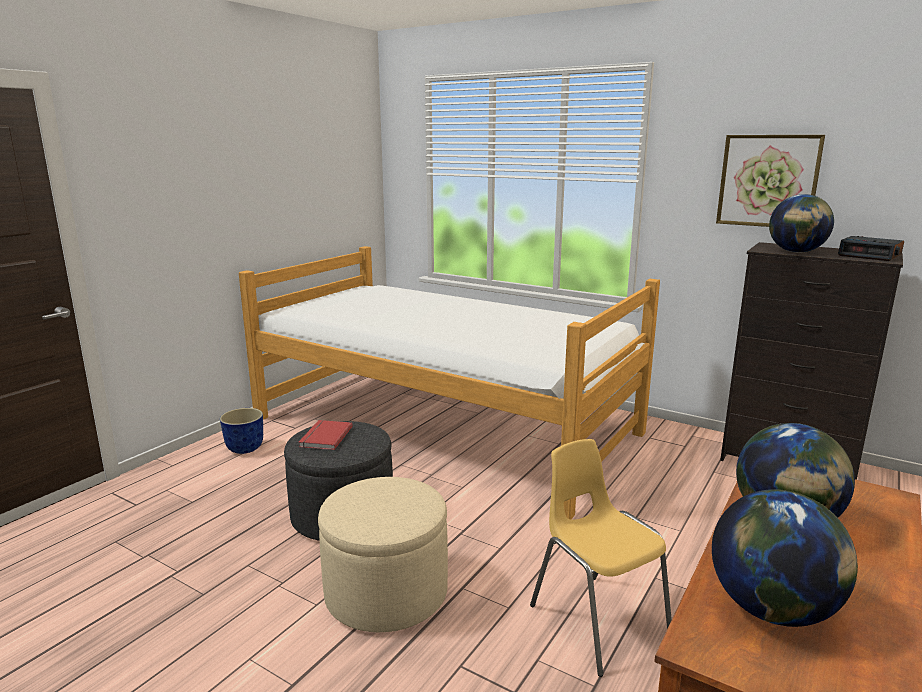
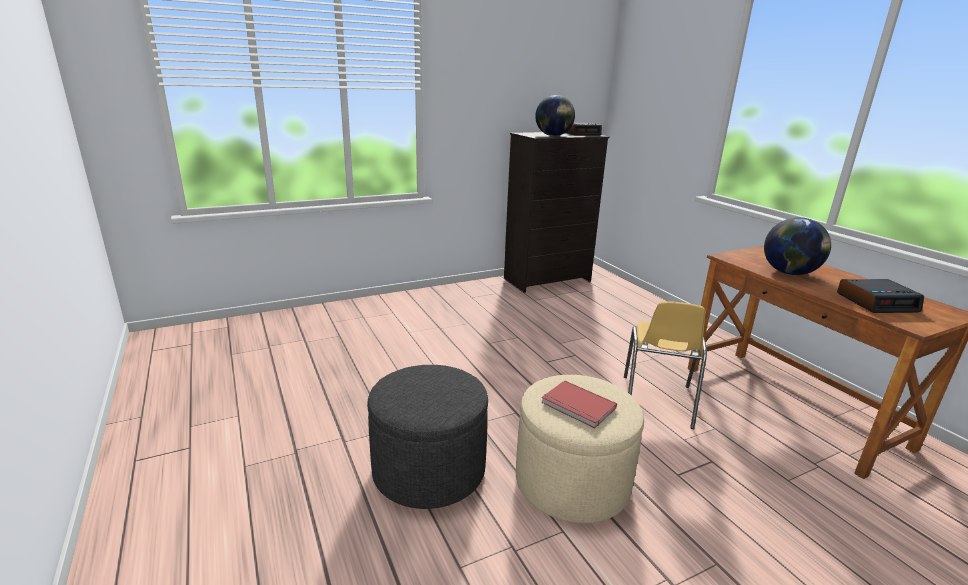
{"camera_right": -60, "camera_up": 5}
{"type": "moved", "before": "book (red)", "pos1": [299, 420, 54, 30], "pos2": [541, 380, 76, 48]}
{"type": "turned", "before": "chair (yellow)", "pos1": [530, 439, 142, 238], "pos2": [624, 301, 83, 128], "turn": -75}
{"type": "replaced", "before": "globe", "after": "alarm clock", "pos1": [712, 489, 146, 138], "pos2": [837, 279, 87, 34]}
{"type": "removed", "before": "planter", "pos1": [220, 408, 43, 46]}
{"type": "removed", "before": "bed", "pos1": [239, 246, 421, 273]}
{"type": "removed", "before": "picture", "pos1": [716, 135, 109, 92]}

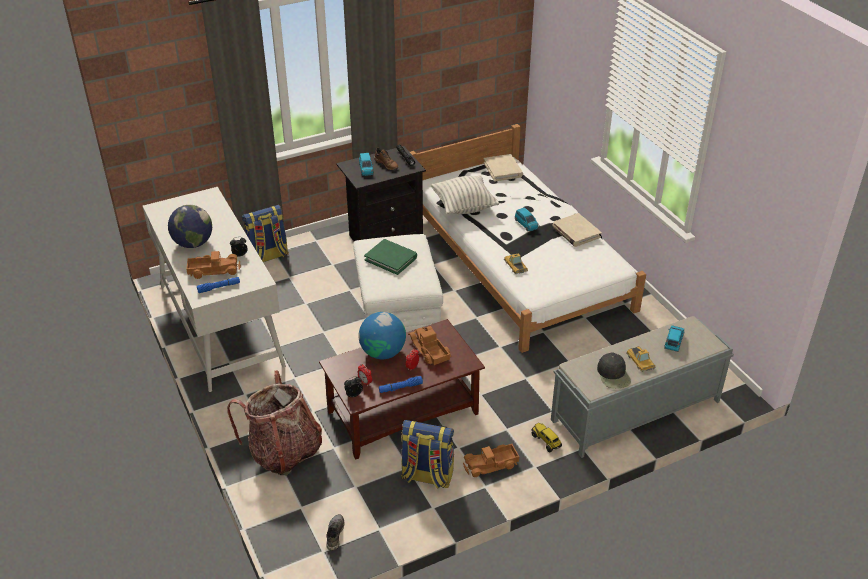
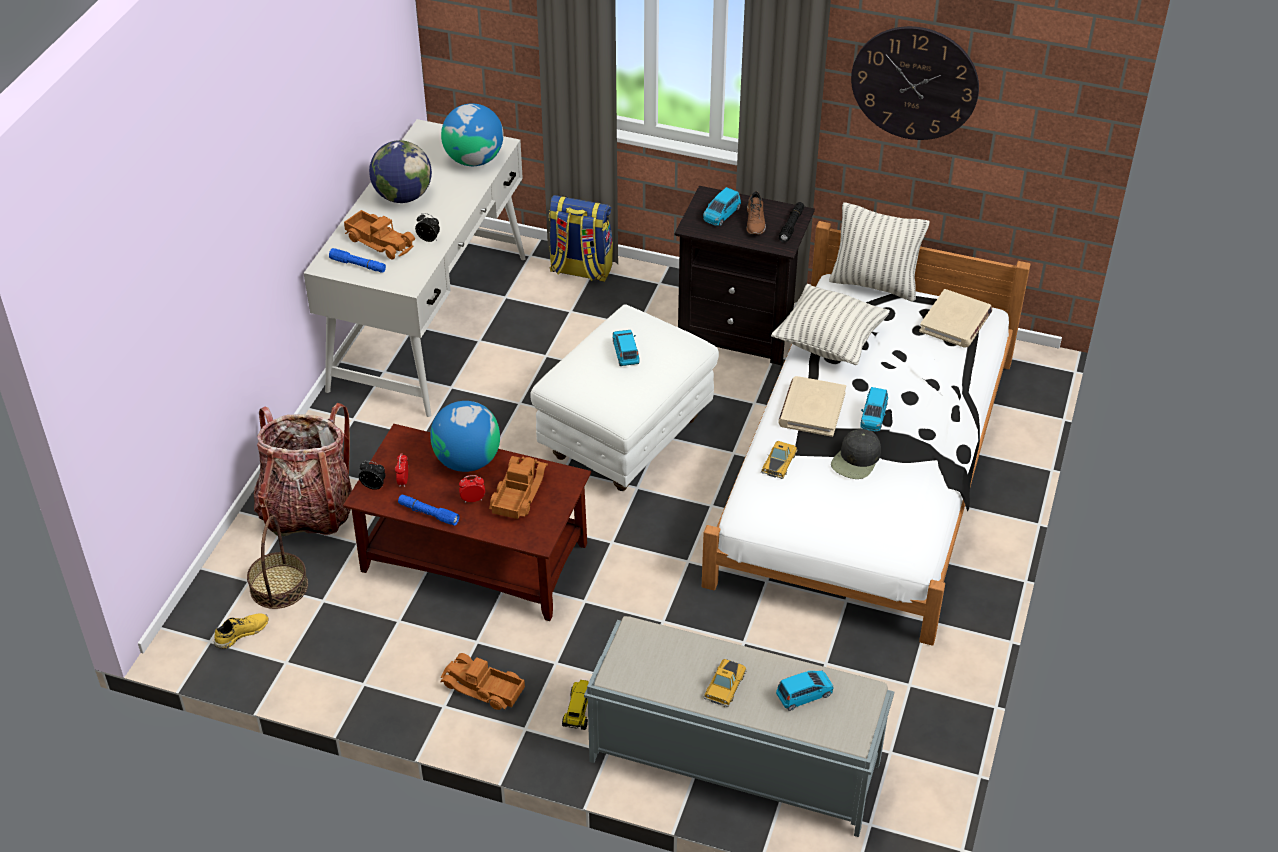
{"camera_right": 45, "camera_up": 5}
{"type": "recoloured", "before": "shoe (grey)", "after": "shoe (yellow)", "pos1": [326, 514, 18, 36], "pos2": [214, 613, 55, 36]}
{"type": "added", "after": "basket", "pos2": [247, 515, 61, 94]}
{"type": "added", "after": "globe", "pos2": [441, 103, 63, 63]}
{"type": "replaced", "before": "book (green)", "after": "toy car (blue)", "pos1": [364, 239, 53, 36], "pos2": [613, 330, 26, 36]}
{"type": "moved", "before": "book (beige)", "pos1": [552, 213, 50, 34], "pos2": [778, 376, 68, 61]}
{"type": "added", "after": "pillow", "pos2": [829, 202, 101, 100]}
{"type": "moved", "before": "cap (black)", "pos1": [597, 353, 34, 36], "pos2": [831, 428, 50, 51]}
{"type": "added", "after": "wall clock", "pos2": [851, 26, 128, 114]}
{"type": "removed", "before": "backpack", "pos1": [401, 420, 53, 69]}

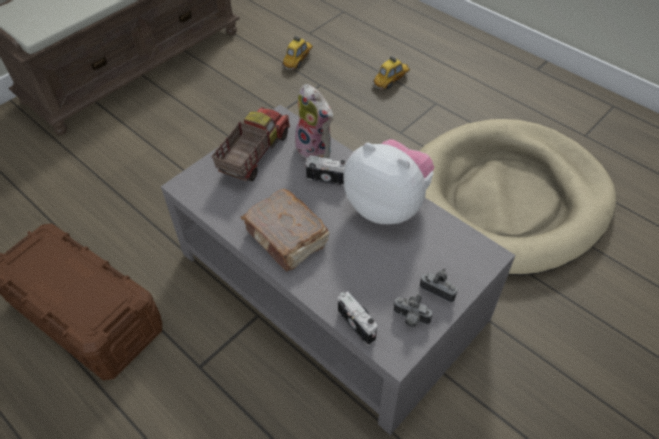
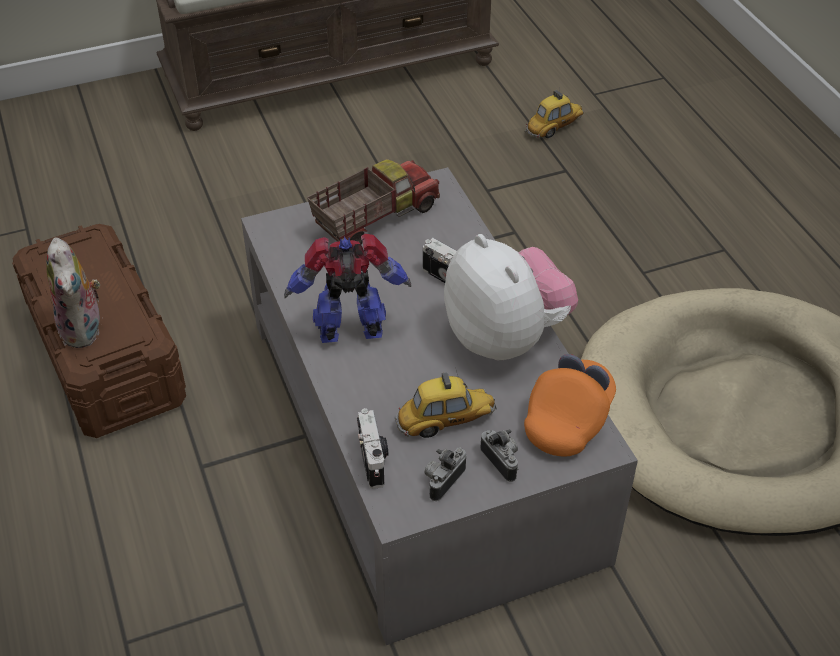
{"camera_right": 25, "camera_up": -5}
{"type": "moved", "before": "plush toy", "pos1": [294, 84, 39, 76], "pos2": [46, 237, 54, 111]}
{"type": "replaced", "before": "book (brown)", "after": "toy robot", "pos1": [241, 189, 88, 83], "pos2": [284, 234, 127, 109]}
{"type": "moved", "before": "toy car", "pos1": [372, 56, 38, 33], "pos2": [395, 367, 101, 71]}
{"type": "turned", "before": "photo camera", "pos1": [394, 295, 38, 32], "pos2": [424, 448, 42, 53], "turn": 75}
{"type": "added", "after": "cap (orange)", "pos2": [524, 354, 92, 103]}

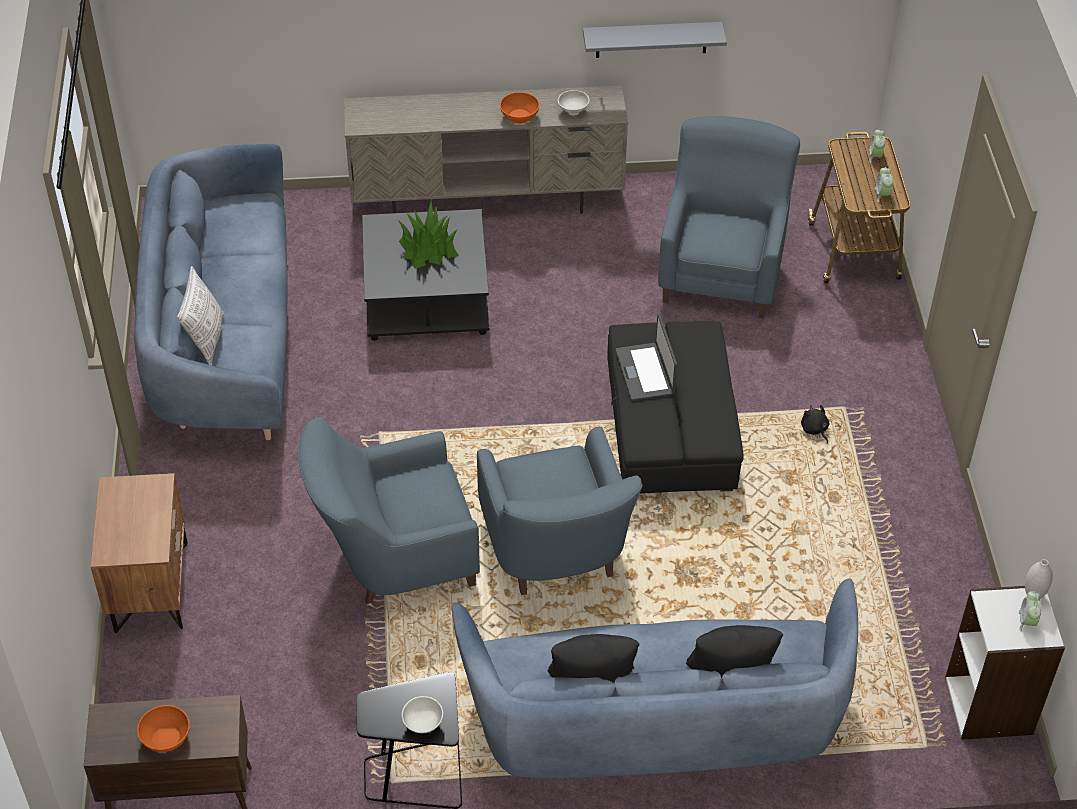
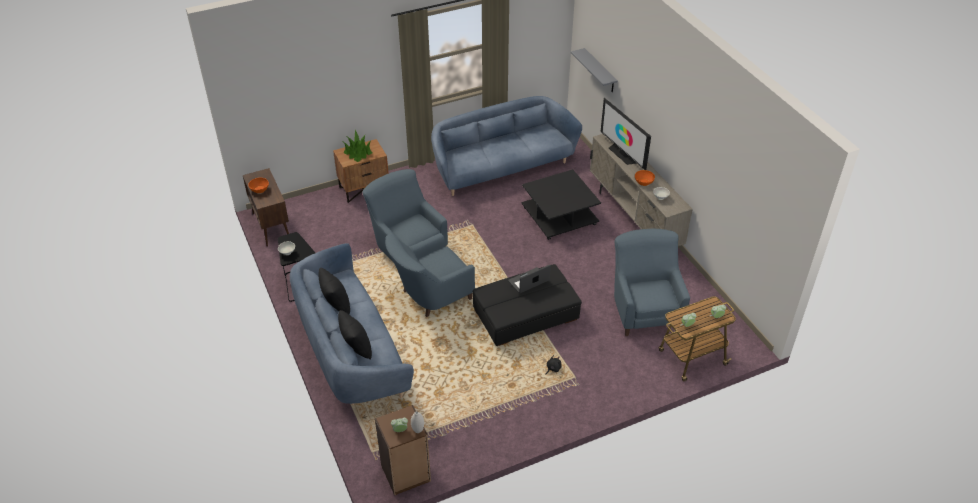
{"camera_right": 70, "camera_up": -5}
{"type": "moved", "before": "potted plant", "pos1": [398, 201, 60, 68], "pos2": [343, 130, 29, 32]}
{"type": "recoloured", "before": "bookcase (white)", "after": "bookcase (brown)", "pos1": [945, 586, 120, 154], "pos2": [375, 405, 56, 91]}
{"type": "moved", "before": "shelf (grey)", "pos1": [583, 22, 144, 36], "pos2": [571, 48, 47, 45]}
{"type": "added", "after": "television", "pos2": [600, 98, 51, 72]}
{"type": "turned", "before": "armchair (blue)", "pos1": [658, 116, 142, 202], "pos2": [614, 229, 76, 107], "turn": -90}
{"type": "removed", "before": "pillow", "pos1": [177, 266, 47, 99]}

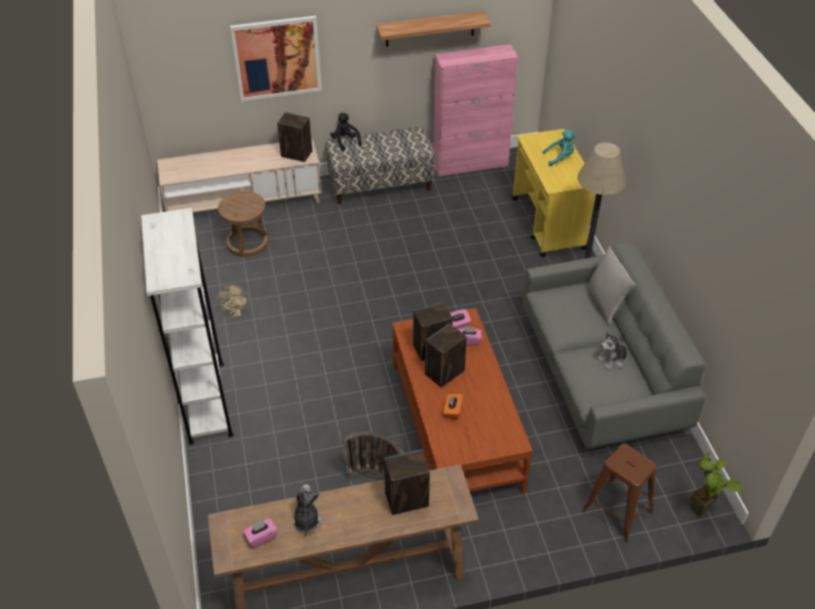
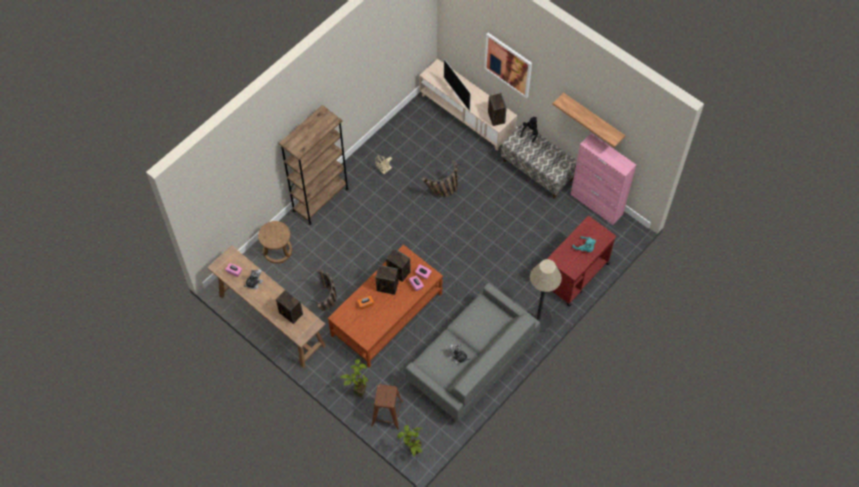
{"camera_right": 55, "camera_up": 15}
{"type": "moved", "before": "stool (brown)", "pos1": [218, 191, 50, 66], "pos2": [258, 221, 34, 43]}
{"type": "recoloured", "before": "bookcase (white)", "after": "bookcase (brown)", "pos1": [141, 208, 93, 237], "pos2": [279, 105, 70, 120]}
{"type": "added", "after": "potted plant", "pos2": [340, 359, 28, 38]}
{"type": "added", "after": "basket", "pos2": [422, 156, 36, 41]}
{"type": "added", "after": "television", "pos2": [444, 59, 27, 52]}
{"type": "recoloured", "before": "cart (yellow)", "after": "cart (red)", "pos1": [512, 129, 83, 128], "pos2": [547, 216, 69, 90]}
{"type": "removed", "before": "pillow (grey)", "pos1": [587, 246, 48, 80]}

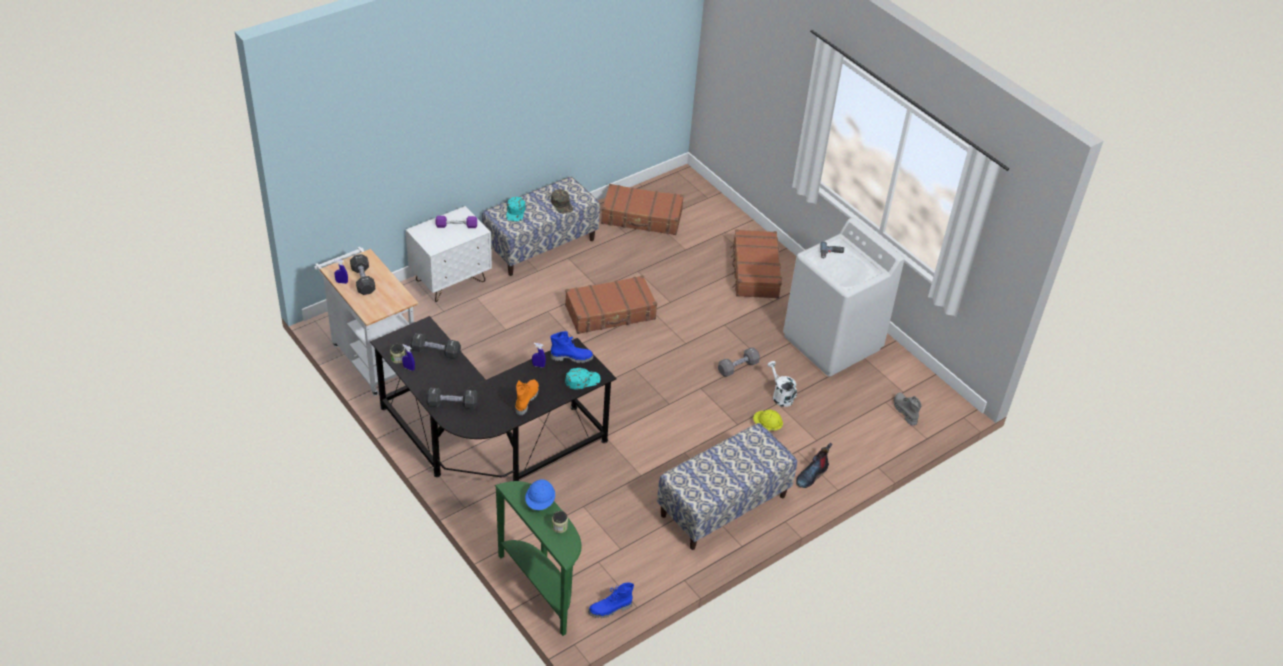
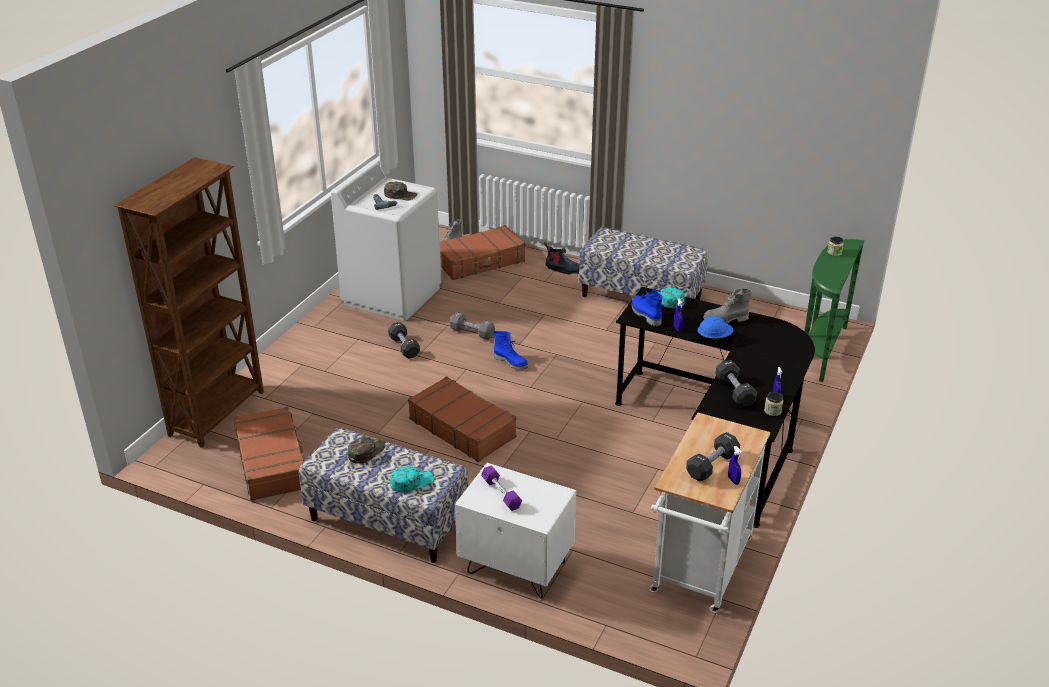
{"camera_right": -115, "camera_up": -10}
{"type": "added", "after": "bookcase (brown)", "pos2": [114, 157, 150, 291]}
{"type": "added", "after": "cap (green)", "pos2": [384, 182, 33, 18]}
{"type": "moved", "before": "dumbbell (black)", "pos1": [426, 388, 52, 21], "pos2": [388, 322, 32, 36]}
{"type": "moved", "before": "suitcase (brown)", "pos1": [730, 229, 52, 70], "pos2": [440, 225, 85, 55]}
{"type": "moved", "before": "boot (blue)", "pos1": [588, 583, 46, 35], "pos2": [494, 331, 34, 39]}
{"type": "moved", "before": "hard hat (blue)", "pos1": [525, 479, 30, 31], "pos2": [697, 316, 36, 26]}
{"type": "recoloured", "before": "boot (orange)", "after": "boot (grey)", "pos1": [516, 380, 23, 35], "pos2": [703, 288, 49, 36]}
{"type": "removed", "before": "hard hat (yellow)", "pos1": [753, 410, 30, 21]}
{"type": "removed", "before": "watering can (white)", "pos1": [767, 361, 30, 46]}

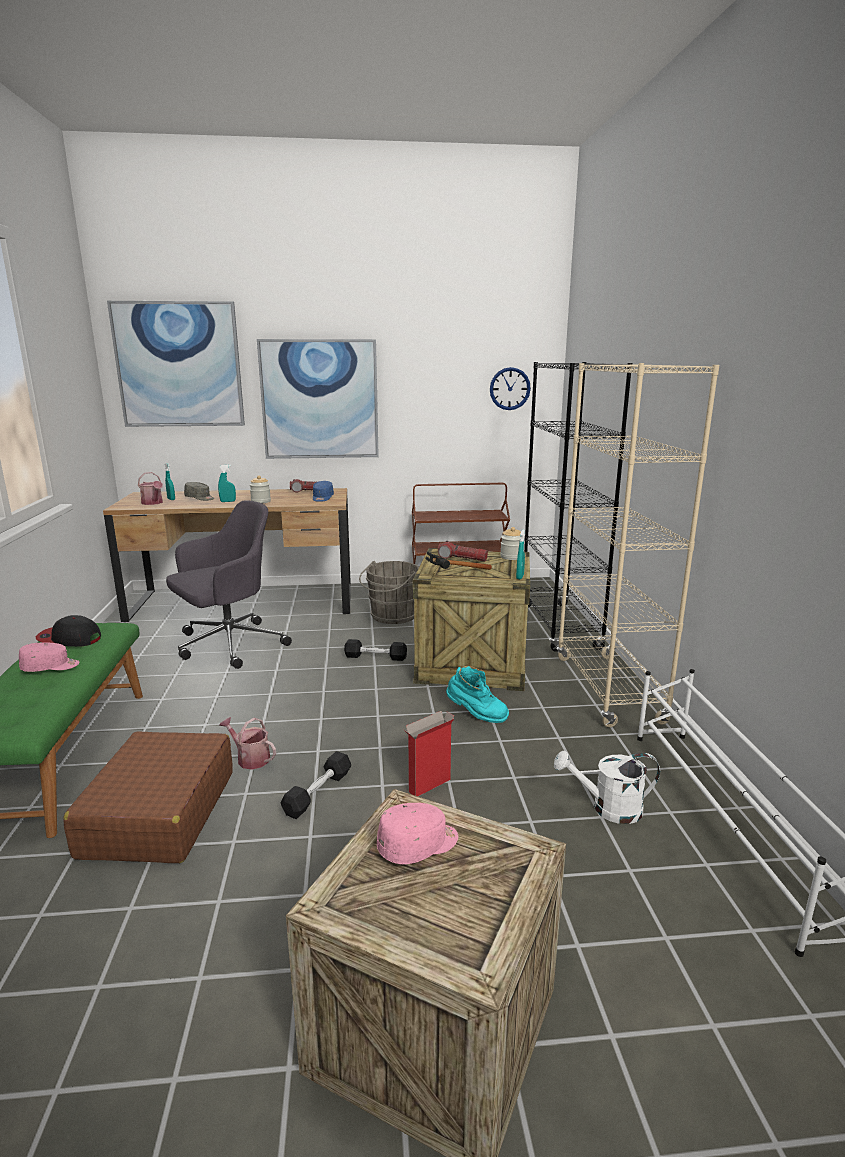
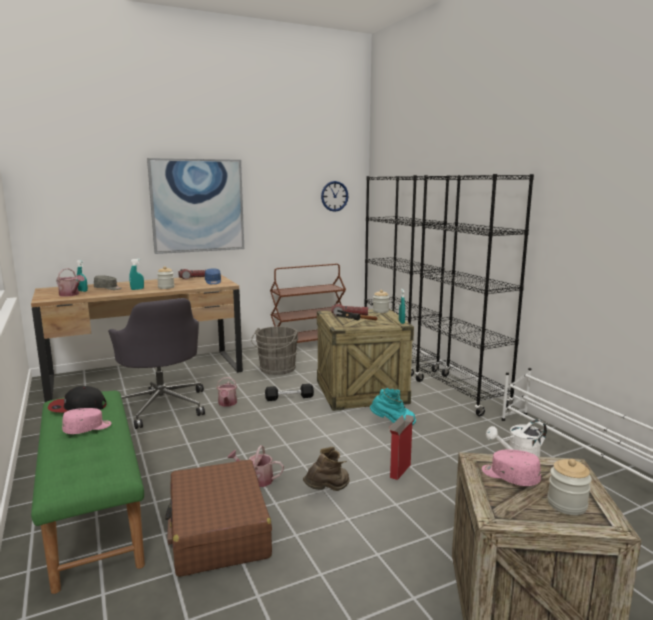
{"camera_right": -20, "camera_up": -5}
{"type": "turned", "before": "office chair (grey)", "pos1": [166, 501, 126, 168], "pos2": [108, 298, 97, 131], "turn": 120}
{"type": "added", "after": "watering can", "pos2": [217, 377, 20, 30]}
{"type": "replaced", "before": "dumbbell (black)", "after": "boot (brown)", "pos1": [280, 751, 71, 68], "pos2": [303, 447, 47, 44]}
{"type": "recoloured", "before": "bookcase (beige)", "after": "bookcase (black)", "pos1": [557, 363, 162, 364], "pos2": [415, 174, 119, 242]}
{"type": "turned", "before": "cap (pink)", "pos1": [377, 803, 81, 61], "pos2": [482, 450, 59, 36], "turn": -90}
{"type": "added", "after": "jar", "pos2": [547, 459, 45, 56]}
{"type": "removed", "before": "picture", "pos1": [107, 301, 138, 126]}

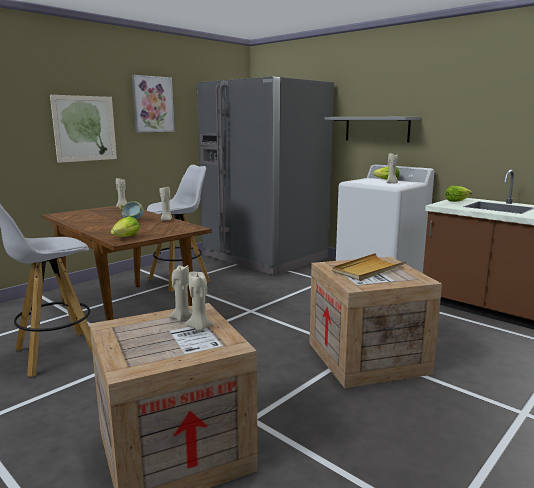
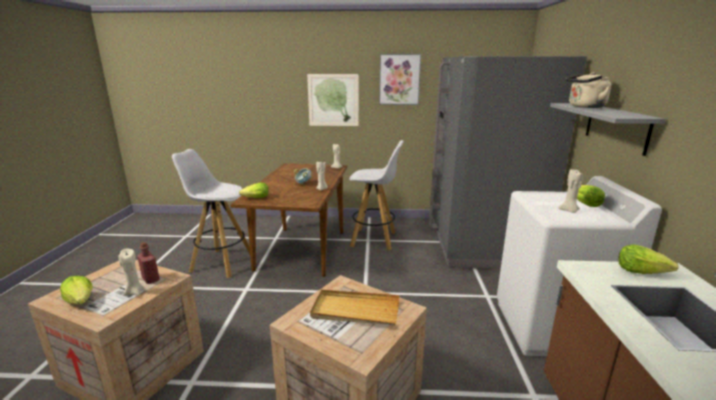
{"camera_right": 50, "camera_up": 5}
{"type": "added", "after": "lettuce", "pos2": [60, 276, 33, 29]}
{"type": "replaced", "before": "candle (beige)", "after": "bottle (red)", "pos1": [169, 265, 23, 57], "pos2": [137, 242, 23, 42]}
{"type": "added", "after": "kettle (beige)", "pos2": [565, 72, 46, 36]}

